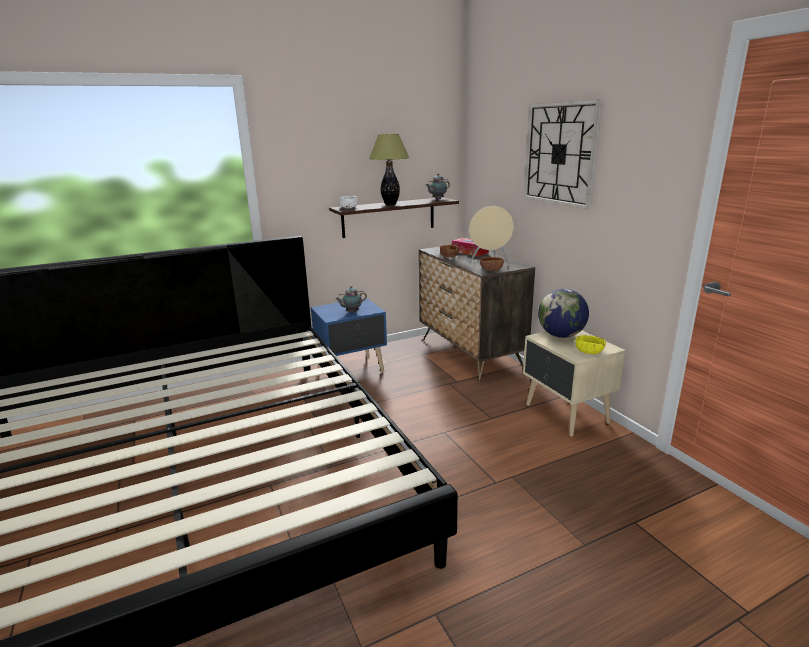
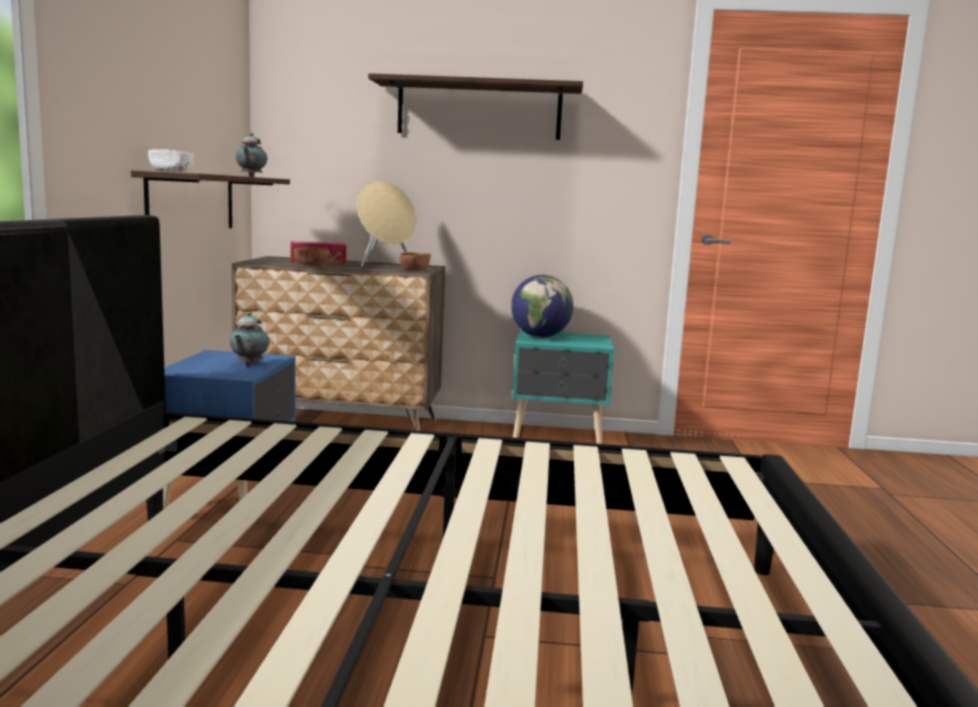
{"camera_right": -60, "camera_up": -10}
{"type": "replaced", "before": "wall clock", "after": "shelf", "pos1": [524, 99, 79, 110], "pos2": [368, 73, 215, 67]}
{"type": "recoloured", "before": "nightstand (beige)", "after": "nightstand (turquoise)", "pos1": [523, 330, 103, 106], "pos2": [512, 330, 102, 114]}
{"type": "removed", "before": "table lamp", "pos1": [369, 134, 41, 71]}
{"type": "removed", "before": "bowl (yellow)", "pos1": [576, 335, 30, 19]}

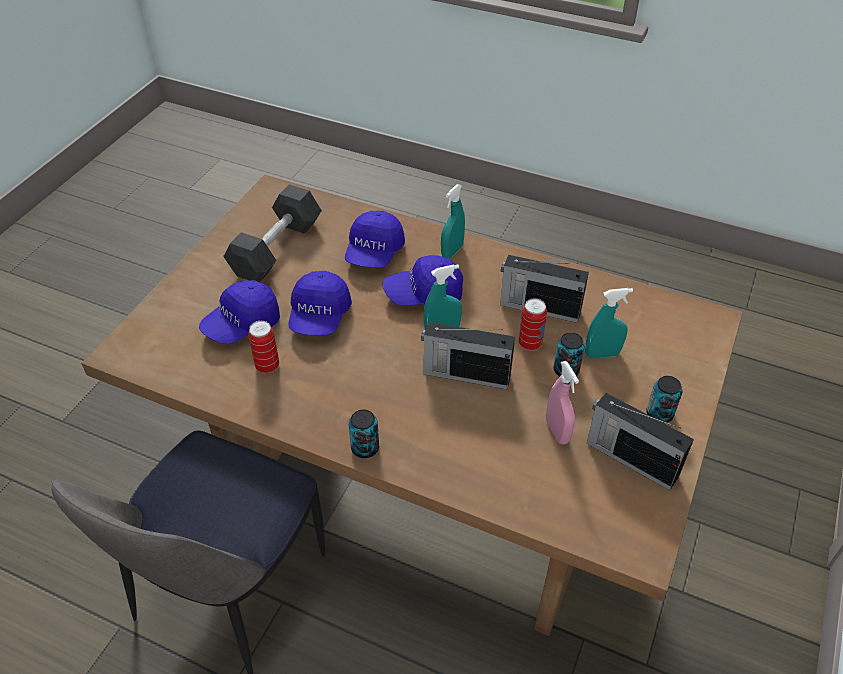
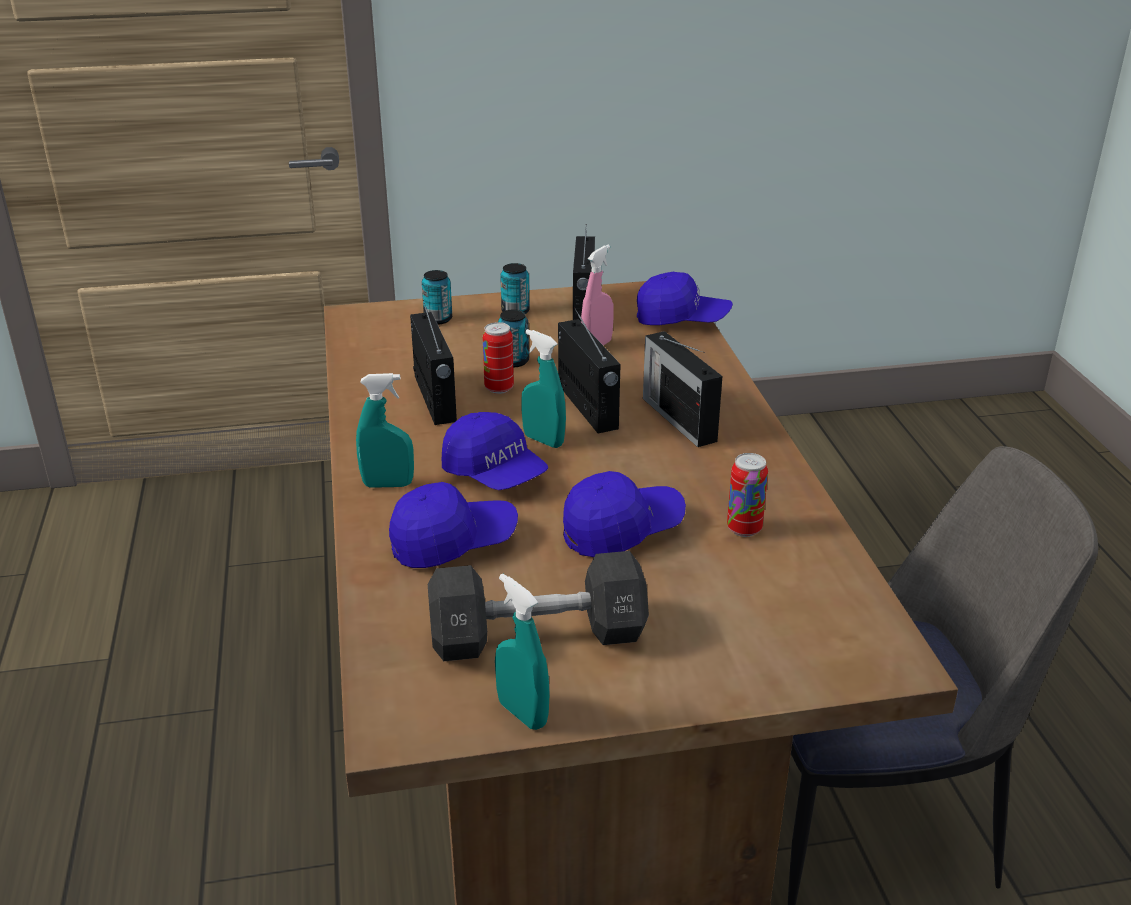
{"camera_right": -125, "camera_up": -15}
{"type": "moved", "before": "can", "pos1": [349, 410, 30, 48], "pos2": [422, 270, 30, 54]}
{"type": "moved", "before": "spray bottle (turquoise)", "pos1": [585, 288, 48, 70], "pos2": [495, 573, 55, 157]}
{"type": "moved", "before": "cap (blue)", "pos1": [199, 280, 81, 64], "pos2": [637, 272, 96, 53]}
{"type": "added", "after": "radio", "pos2": [643, 331, 79, 116]}

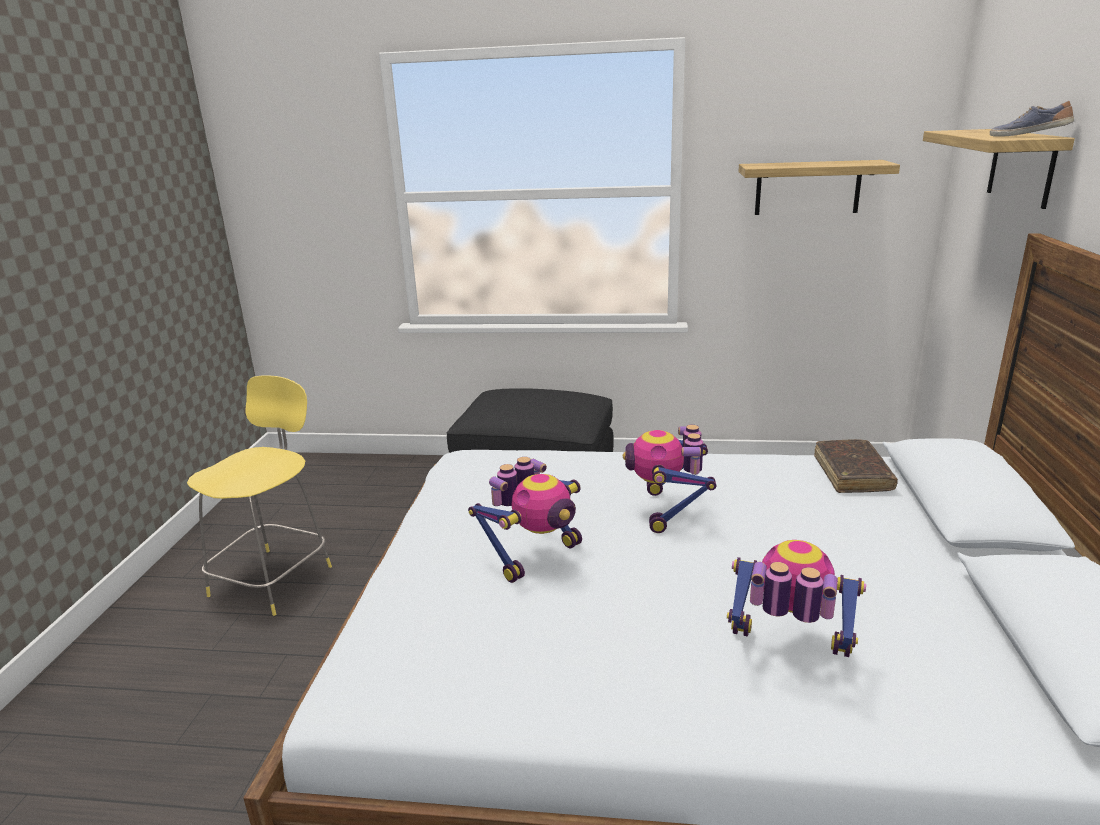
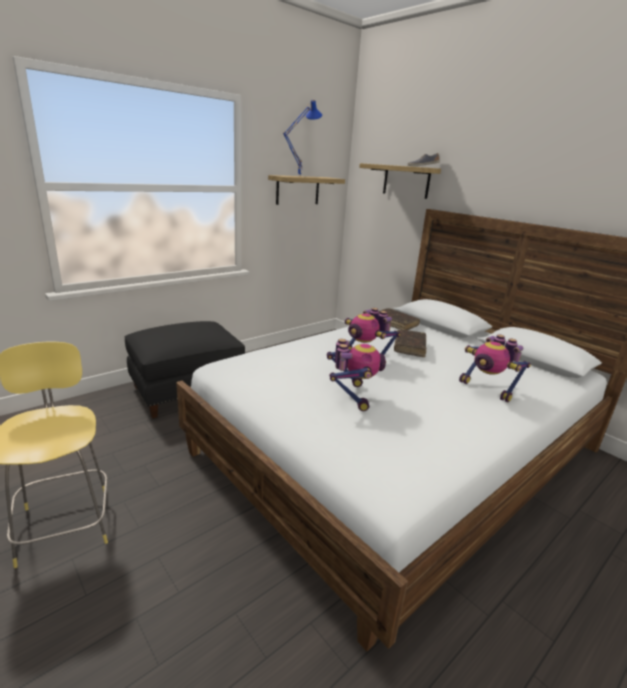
{"camera_right": -50, "camera_up": 0}
{"type": "added", "after": "table lamp (blue)", "pos2": [283, 100, 39, 76]}
{"type": "added", "after": "book (brown)", "pos2": [394, 330, 32, 27]}
{"type": "turned", "before": "toy robot", "pos1": [727, 540, 139, 117], "pos2": [459, 334, 72, 69], "turn": -105}

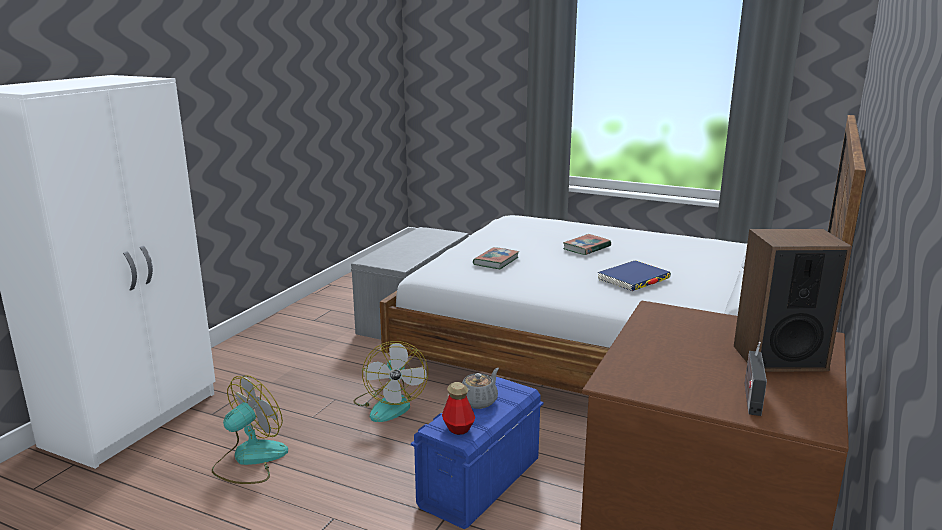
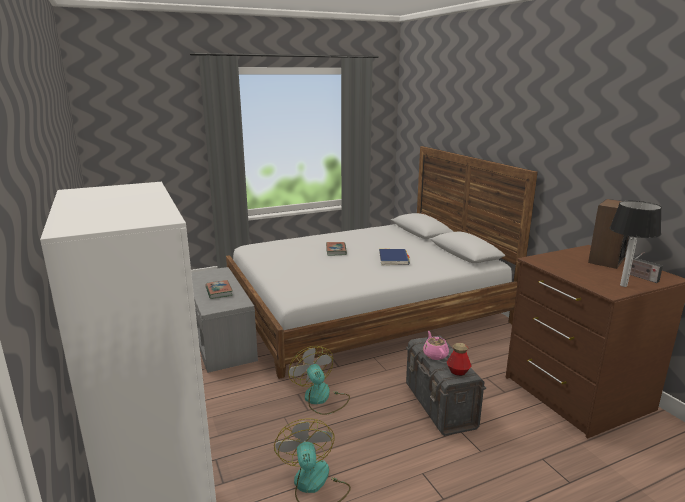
{"camera_right": -50, "camera_up": 0}
{"type": "moved", "before": "book", "pos1": [473, 247, 46, 22], "pos2": [205, 280, 28, 19]}
{"type": "turned", "before": "fan", "pos1": [353, 341, 75, 81], "pos2": [289, 346, 61, 69], "turn": -150}
{"type": "recoloured", "before": "storage box (blue)", "after": "storage box (grey)", "pos1": [411, 377, 133, 152], "pos2": [406, 335, 80, 101]}
{"type": "recoloured", "before": "teapot (grey)", "after": "teapot (pink)", "pos1": [462, 368, 37, 41], "pos2": [423, 331, 26, 29]}
{"type": "added", "after": "table lamp", "pos2": [610, 201, 52, 86]}

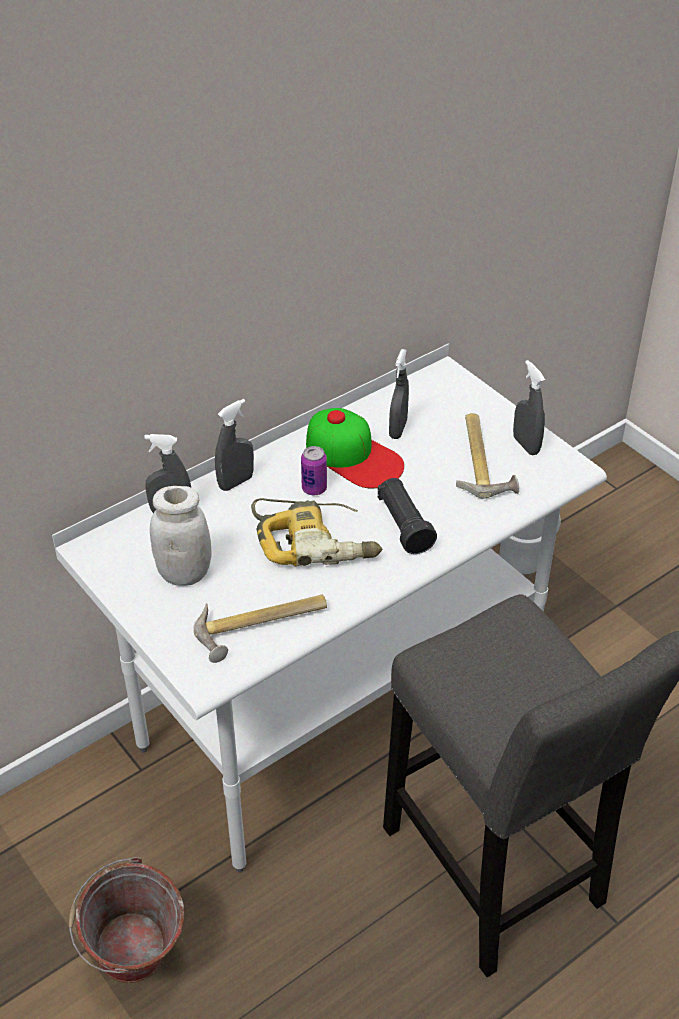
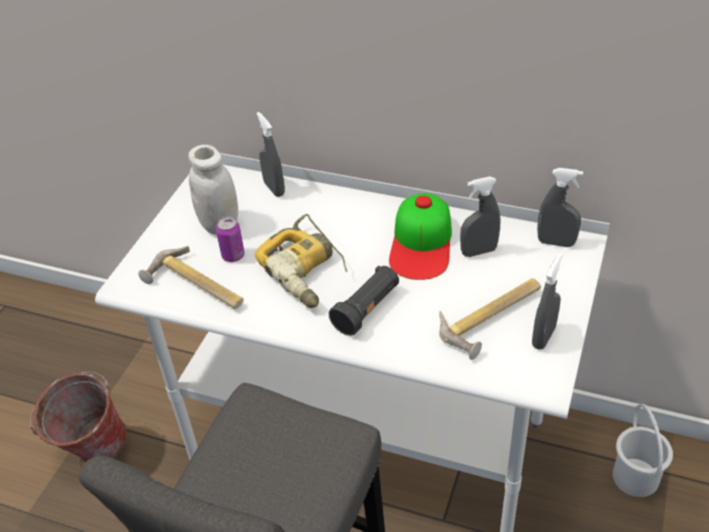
{"camera_right": 60, "camera_up": 0}
{"type": "moved", "before": "can", "pos1": [301, 446, 26, 49], "pos2": [216, 217, 29, 45]}
{"type": "moved", "before": "spray bottle (grey)", "pos1": [215, 399, 39, 92], "pos2": [537, 168, 46, 79]}

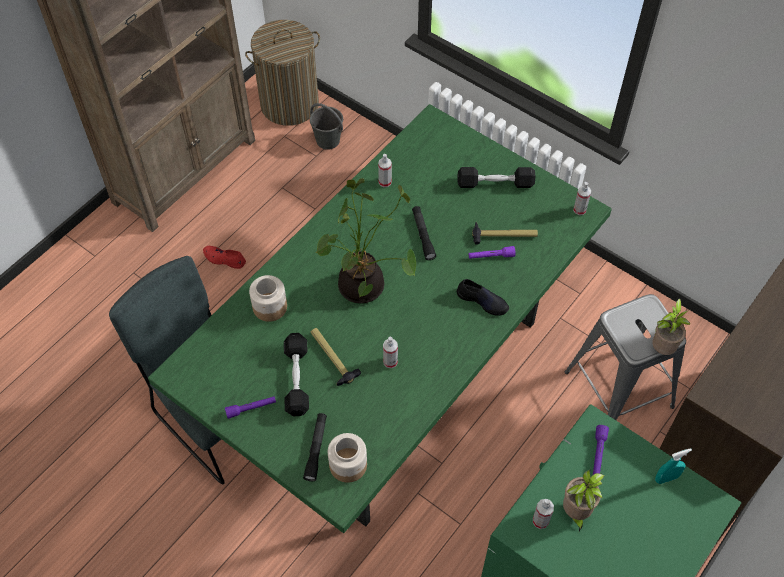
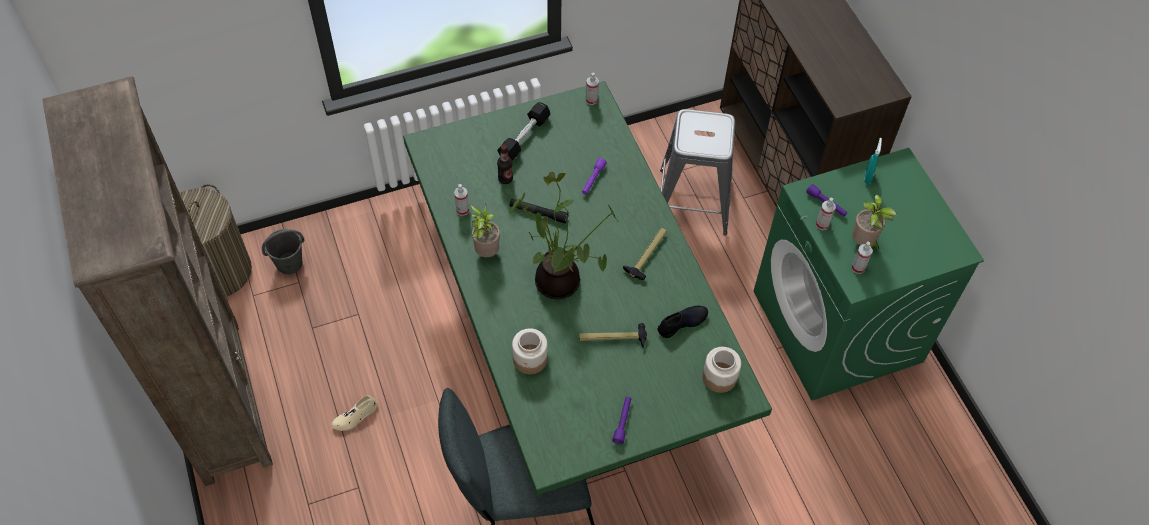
{"camera_right": -60, "camera_up": 0}
{"type": "recoloured", "before": "shoe (red)", "after": "shoe (beige)", "pos1": [203, 246, 43, 23], "pos2": [331, 395, 47, 36]}
{"type": "moved", "before": "potted plant", "pos1": [652, 299, 39, 56], "pos2": [471, 204, 29, 53]}
{"type": "added", "after": "bottle", "pos2": [497, 145, 16, 39]}
{"type": "moved", "before": "hammer", "pos1": [472, 222, 66, 23], "pos2": [623, 228, 44, 52]}
{"type": "moved", "before": "shoe (black)", "pos1": [457, 279, 52, 37], "pos2": [658, 306, 50, 32]}
{"type": "moved", "before": "spray bottle", "pos1": [383, 337, 15, 31], "pos2": [816, 198, 20, 32]}
{"type": "removed", "before": "dumbbell (black)", "pos1": [284, 333, 25, 83]}
{"type": "removed", "before": "flashlight (black)", "pos1": [303, 413, 24, 68]}

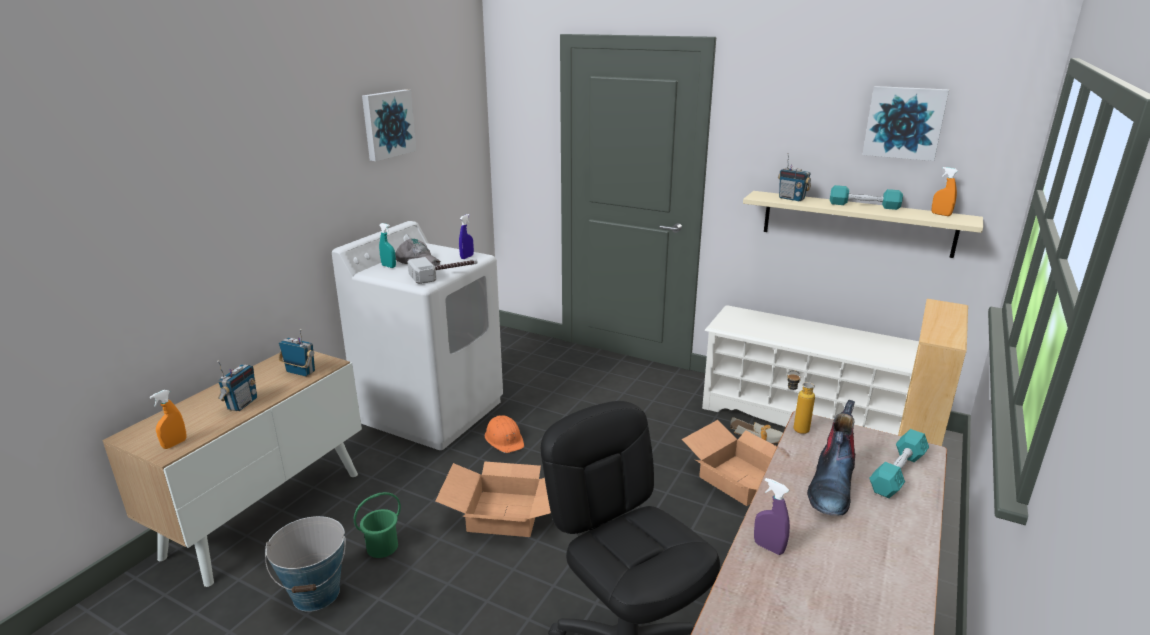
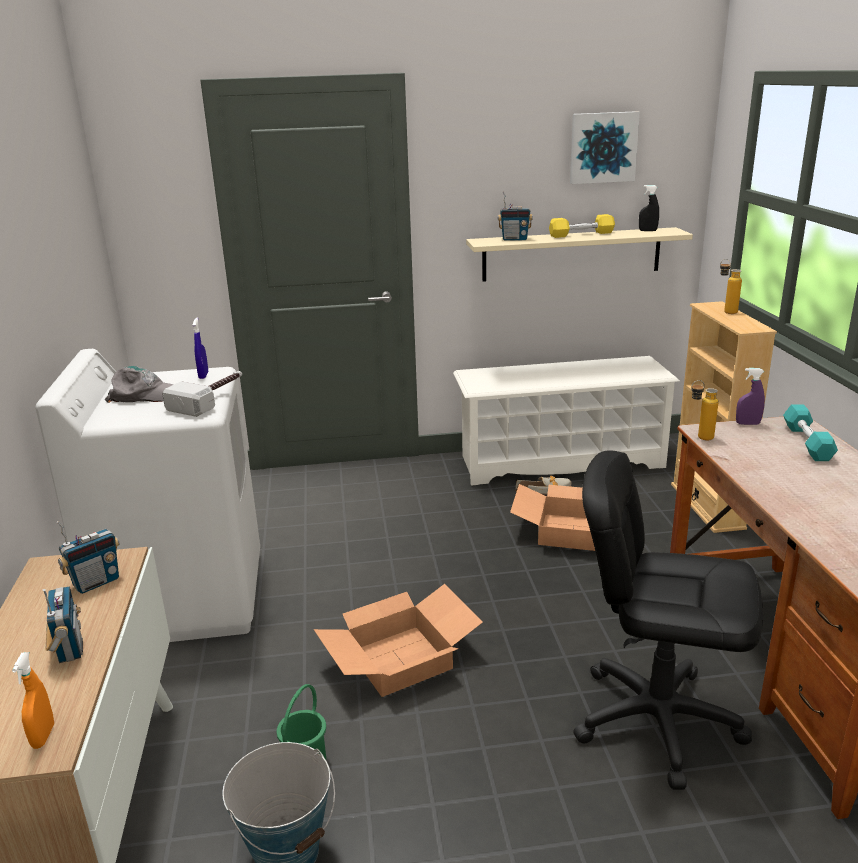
{"camera_right": -35, "camera_up": 0}
{"type": "turned", "before": "radio", "pos1": [278, 329, 37, 48], "pos2": [56, 521, 64, 73], "turn": 150}
{"type": "recoloured", "before": "dumbbell (turquoise)", "after": "dumbbell (yellow)", "pos1": [830, 185, 73, 25], "pos2": [549, 214, 66, 24]}
{"type": "recoloured", "before": "spray bottle (orange)", "after": "spray bottle (black)", "pos1": [931, 167, 27, 49], "pos2": [639, 185, 20, 46]}
{"type": "added", "after": "bottle", "pos2": [720, 259, 22, 55]}
{"type": "moved", "before": "spray bottle (purple)", "pos1": [754, 478, 36, 77], "pos2": [736, 368, 29, 57]}
{"type": "removed", "before": "picture", "pos1": [362, 89, 54, 72]}
{"type": "removed", "before": "spray bottle (turquoise)", "pos1": [379, 223, 17, 45]}
{"type": "removed", "before": "hard hat (orange)", "pos1": [485, 415, 39, 38]}
{"type": "removed", "before": "boot", "pos1": [807, 400, 48, 116]}

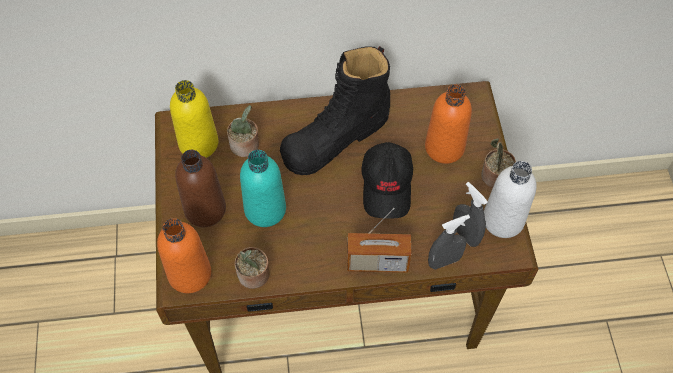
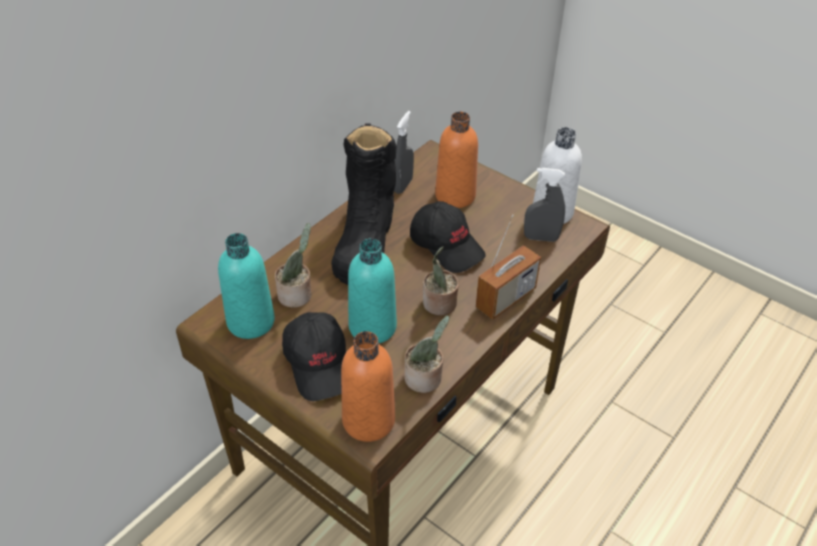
{"camera_right": -45, "camera_up": -15}
{"type": "recoloured", "before": "bottle (yellow)", "after": "bottle (turquoise)", "pos1": [170, 80, 48, 78], "pos2": [218, 233, 57, 106]}
{"type": "replaced", "before": "bottle (brown)", "after": "cap (black)", "pos1": [175, 150, 51, 77], "pos2": [282, 312, 64, 89]}
{"type": "moved", "before": "spray bottle (grey)", "pos1": [428, 215, 42, 55], "pos2": [394, 111, 20, 83]}
{"type": "moved", "before": "potted plant", "pos1": [481, 138, 35, 50], "pos2": [423, 247, 36, 68]}

